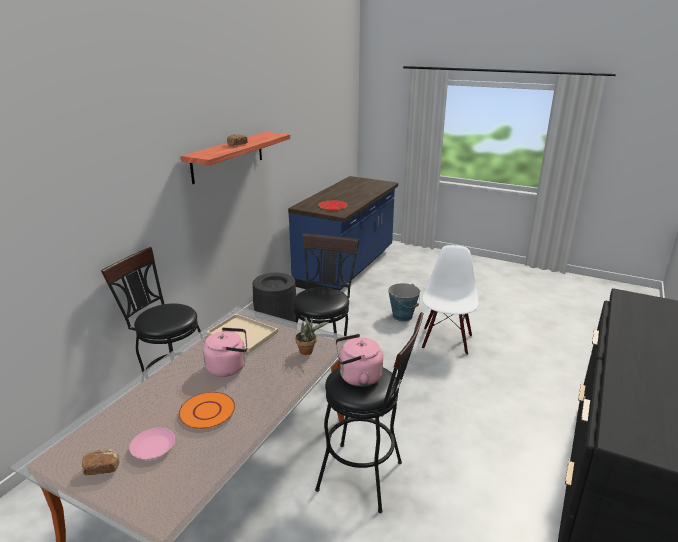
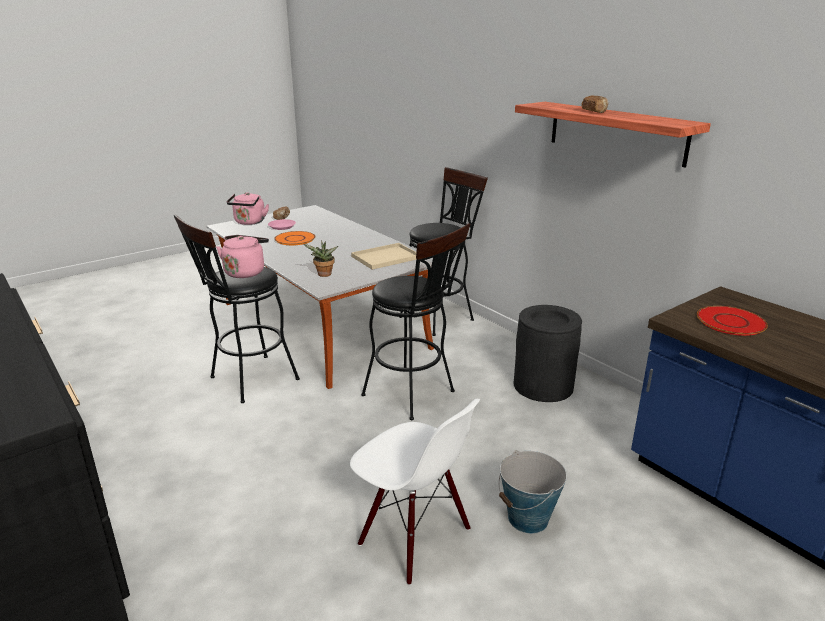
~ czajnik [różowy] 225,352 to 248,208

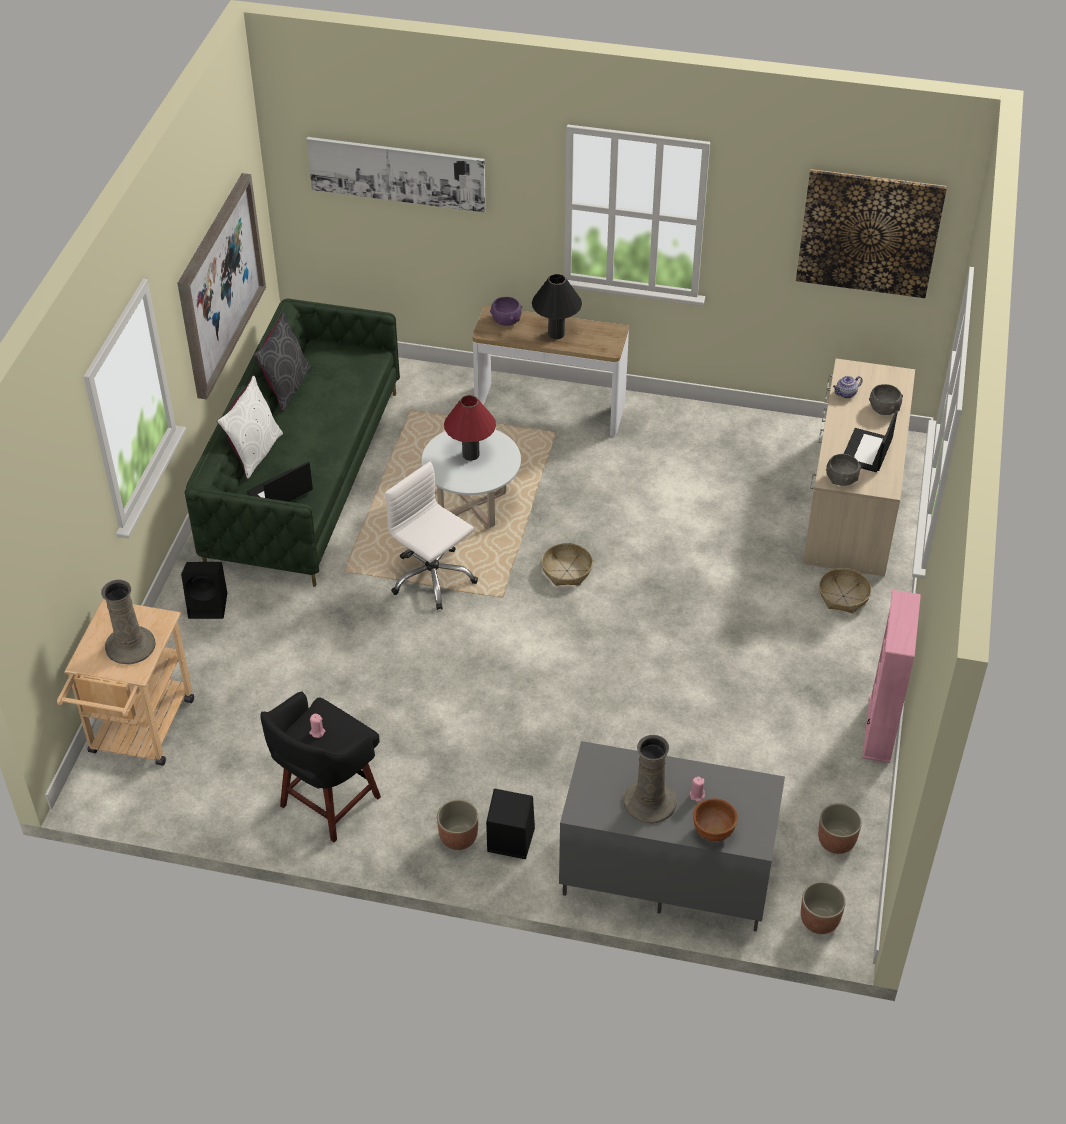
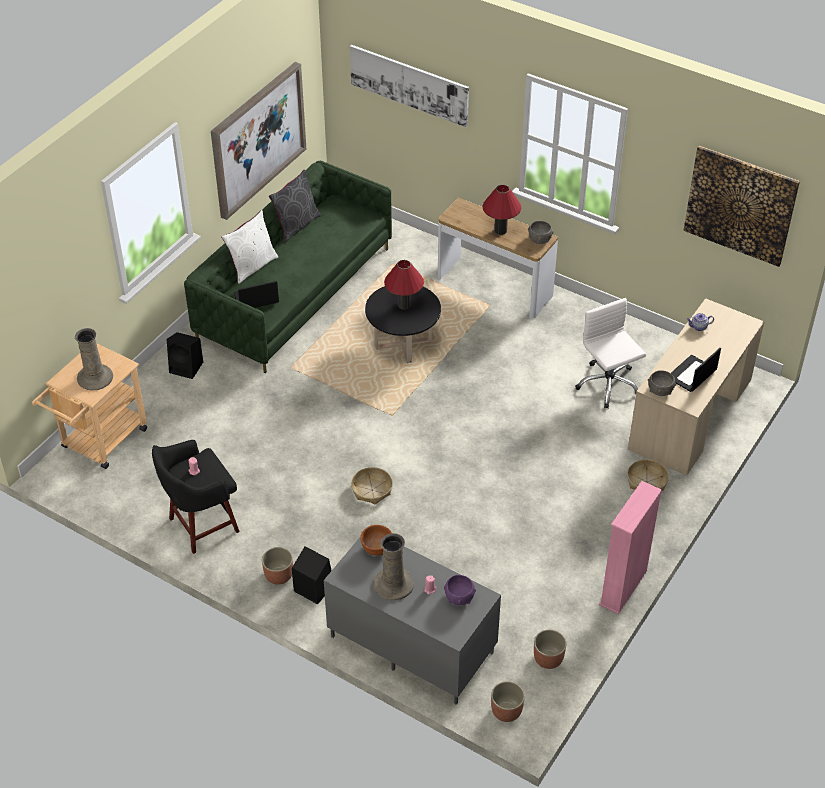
~ krzesło biurowe [biały] 431,535 to 610,353
~ miska [fioletowy] 506,311 to 460,590
~ koszyk 567,564 to 372,485
~ miska [brązowy] 715,819 to 376,540
~ miska [szary] 886,399 to 540,232
~ ława [biały] 471,479 to ława [czarny] 403,324
~ lampa stołowa [czarny] 557,306 to lampa stołowa [czerwony] 502,210

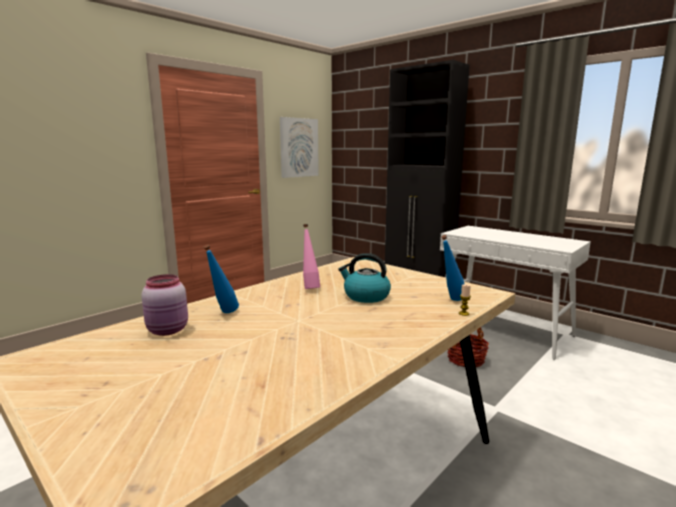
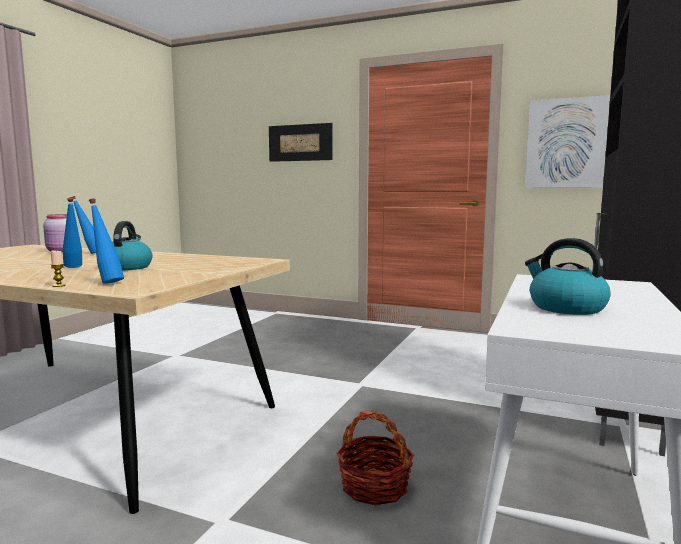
- butelka [różowy] 311,256
+ butelka [niebieski] 72,232
+ obraz 301,142
+ czajnik 568,276

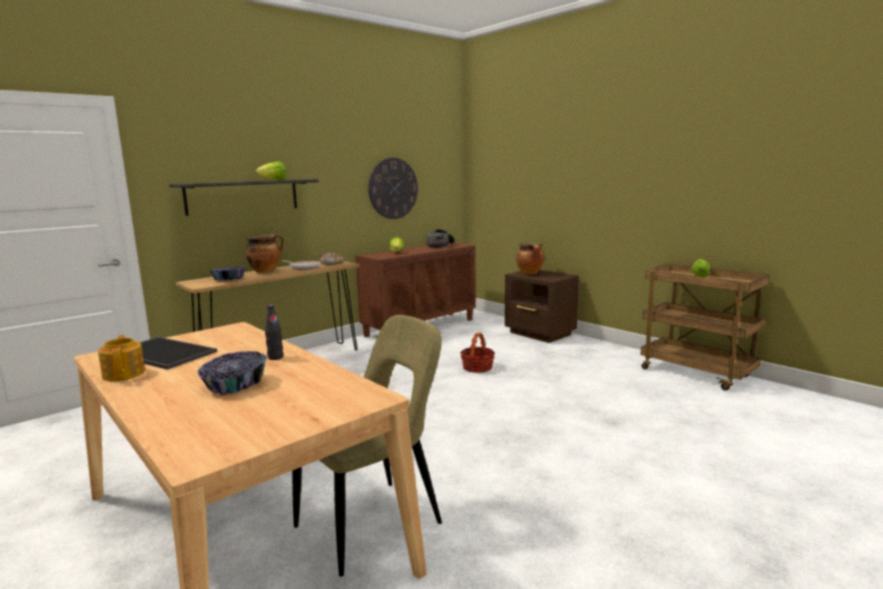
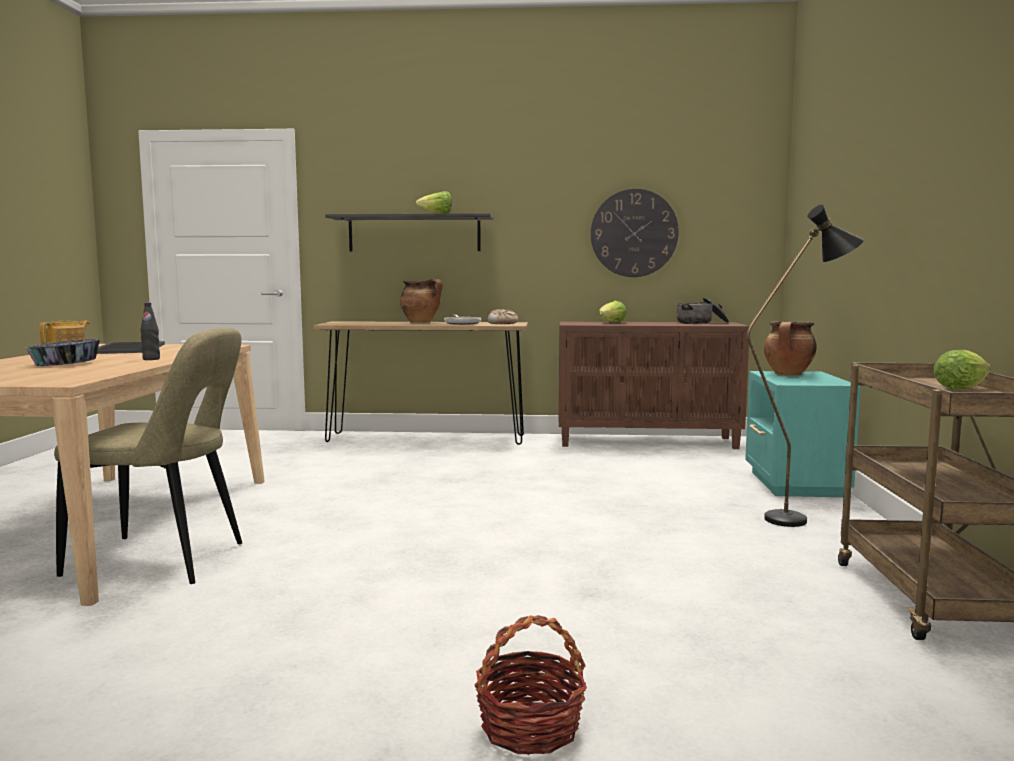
- miska 228,274
+ lampa stojąca [czarny] 805,365
~ koszyk 477,353 to 530,685
~ szafka nocna [brązowy] 542,306 to szafka nocna [turkusowy] 803,434

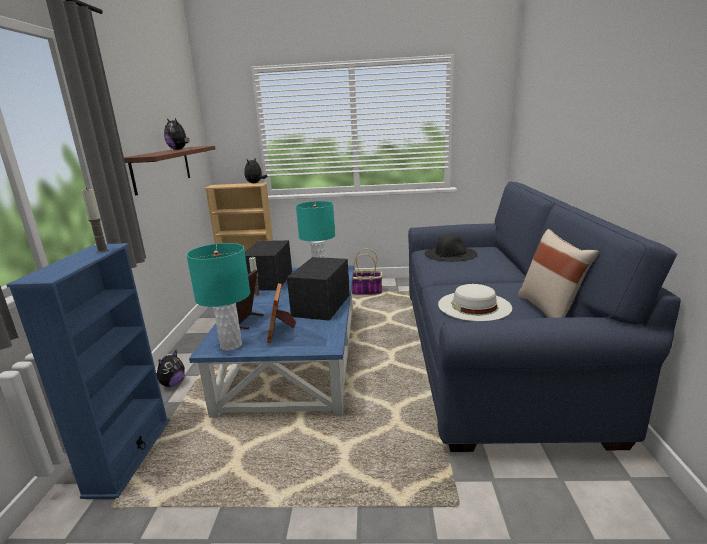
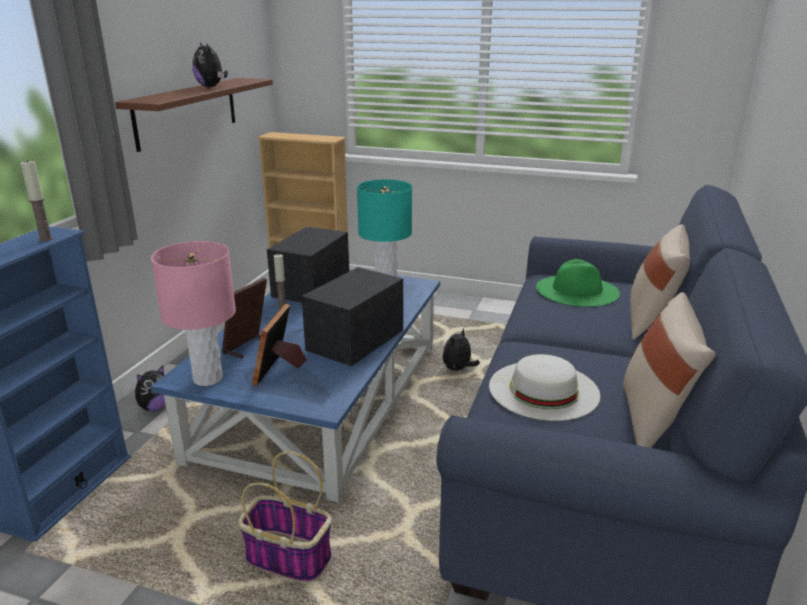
+ poduszka [beżowy] 660,282
~ pluszak 256,170 to 461,349
~ koszyk 367,272 to 285,516
~ lampa stołowa [turkusowy] 218,297 to lampa stołowa [różowy] 193,313
~ kapelusz [czarny] 451,248 to kapelusz [zielony] 578,283

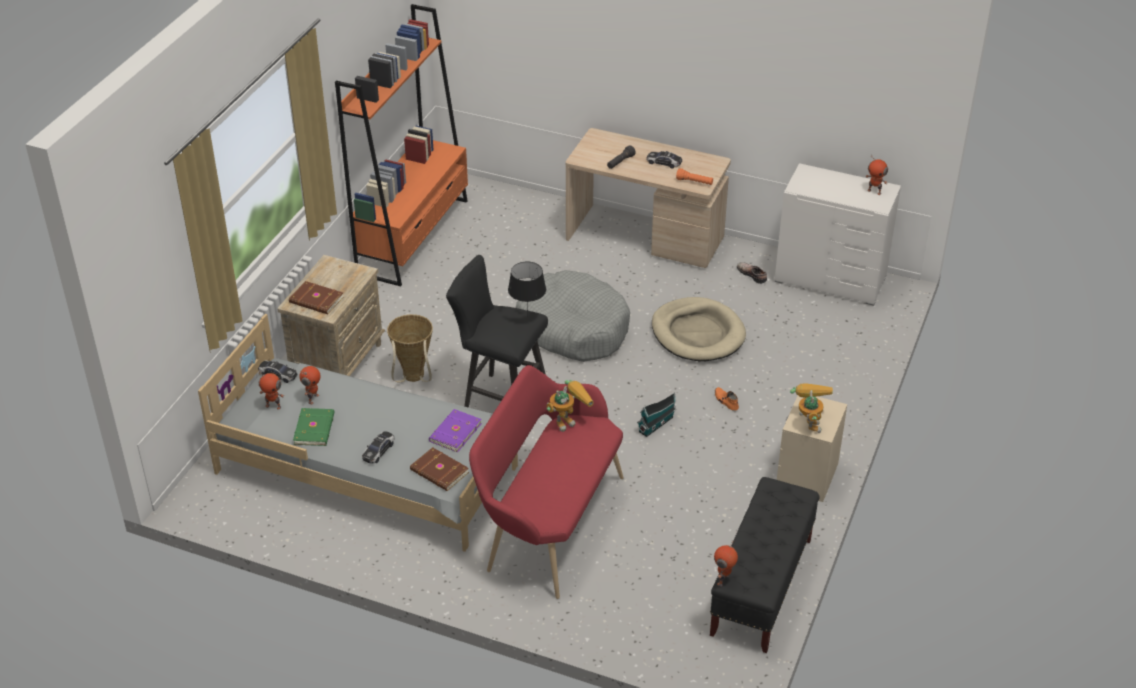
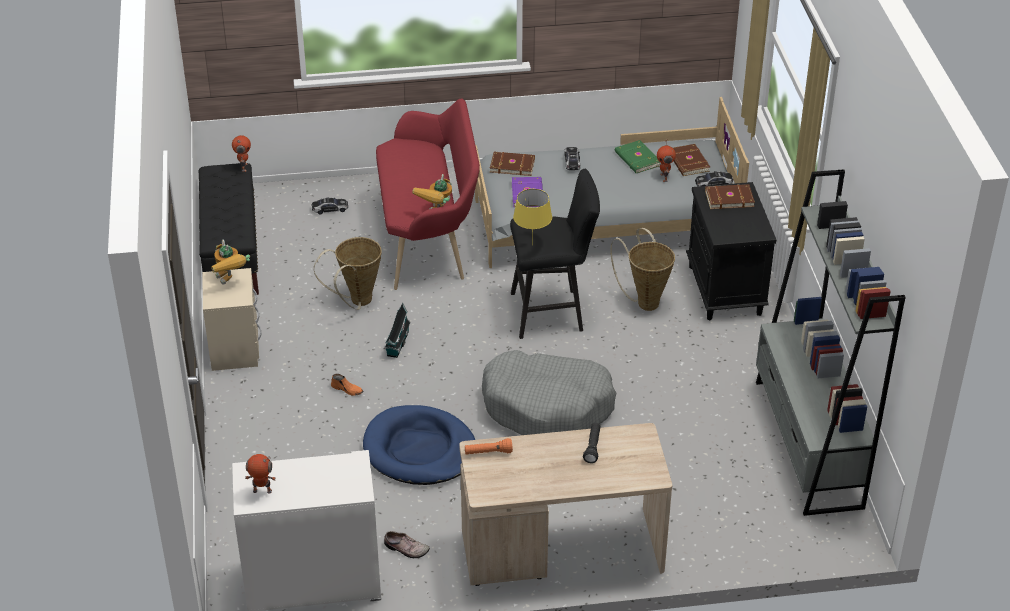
+ koszyk 348,273
~ samochodzik 664,160 to 329,205
~ robot zabawkowy 271,390 to książka [brązowy] 691,160
~ szafka nocna [beżowy] 331,315 to szafka nocna [czarny] 731,251
~ regał [pomarańczowy] 401,145 to regał [szary] 831,342
~ lampa stołowa [czarny] 527,289 to lampa stołowa [żółty] 532,217
~ legowisko [beżowy] 699,329 to legowisko [niebieski] 419,445

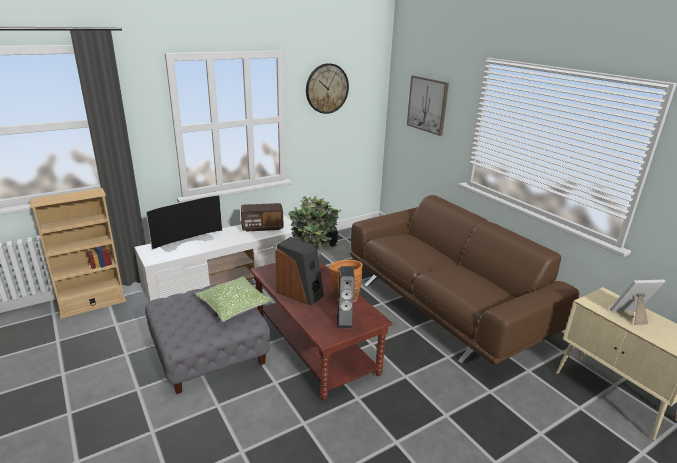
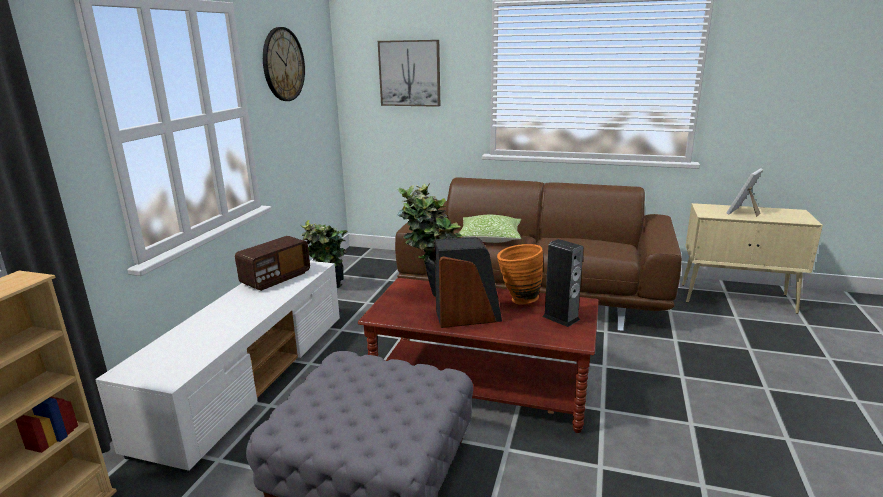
- telewizor 184,223
~ poduszka 234,299 to 490,229

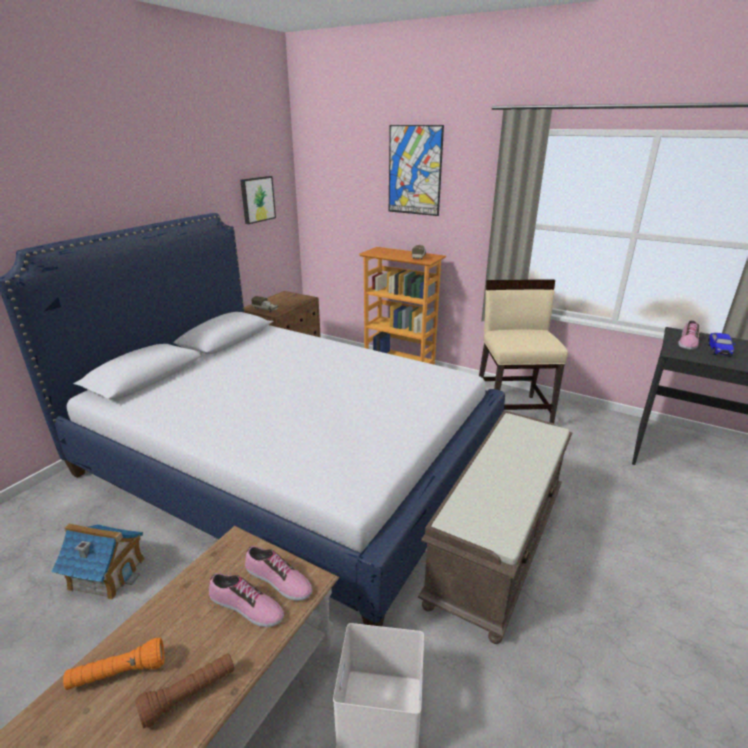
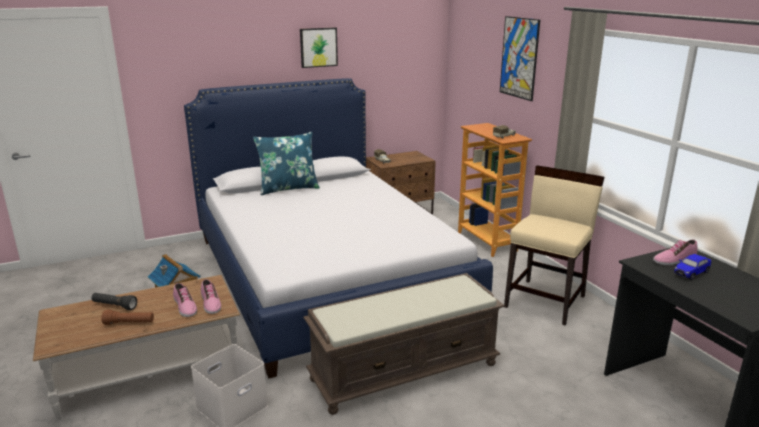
+ poduszka [niebieski] 286,163
~ obraz 258,200 to 319,47
~ latarka [pomarańczowy] 113,664 to latarka [czarny] 114,301

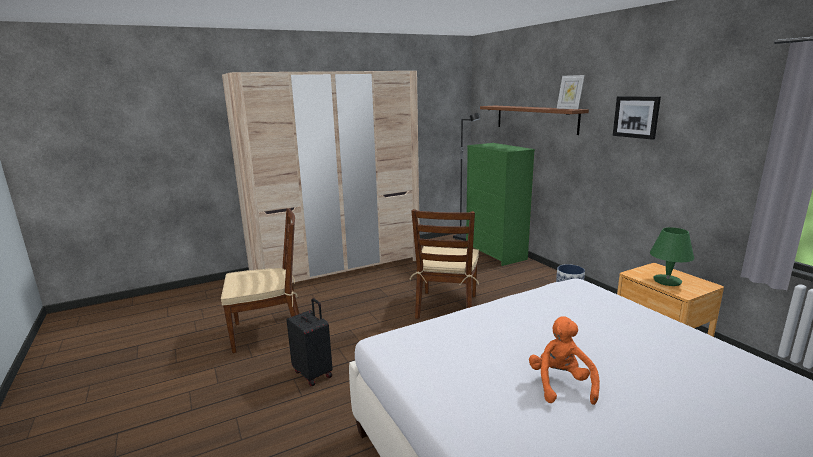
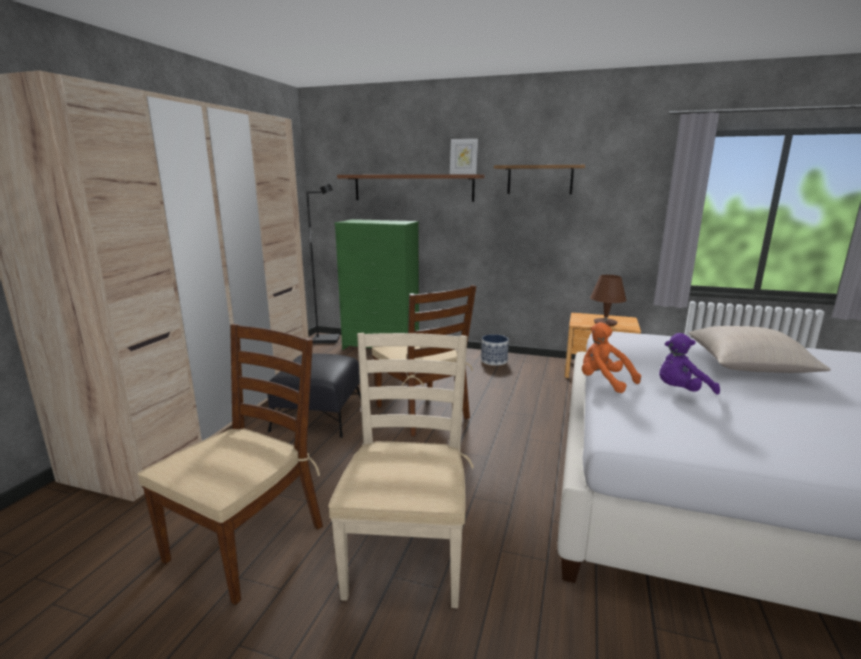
+ pufa [czarny] 314,396
+ pluszak [fioletowy] 689,364
+ poduszka [beżowy] 759,349
~ pluszak [pomarańczowy] 564,360 to 611,357
~ walizka [czarny] 310,342 to krzesło [beżowy] 401,470
~ obraz 637,118 to półka 539,180
~ lampa stołowa [zielony] 672,256 to lampa stołowa [brązowy] 608,300

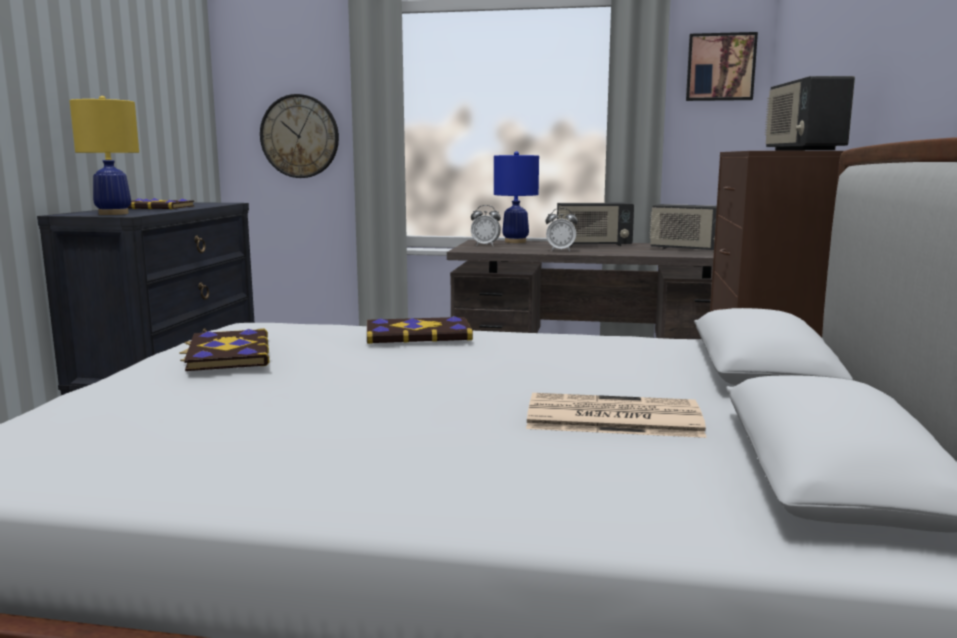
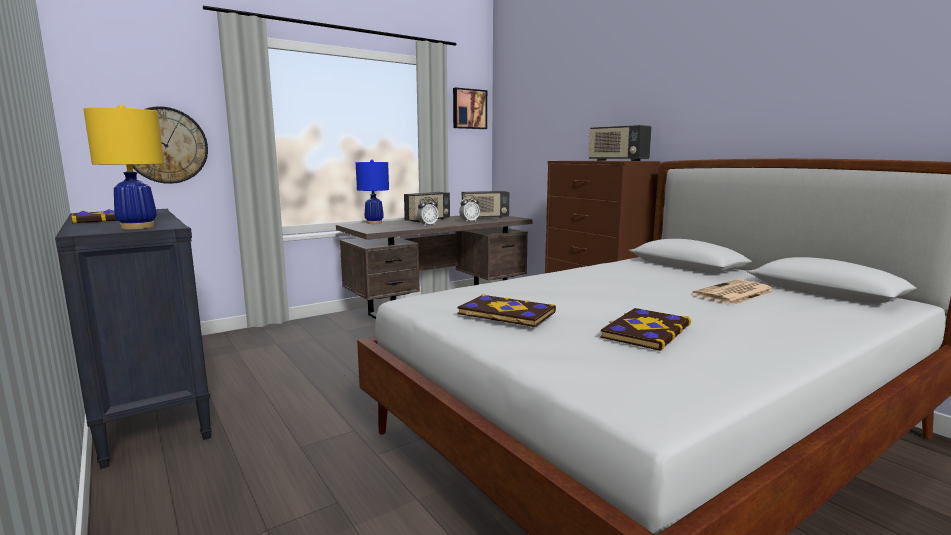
~ książka 420,330 to 645,329
~ budzik 486,225 to 469,208

